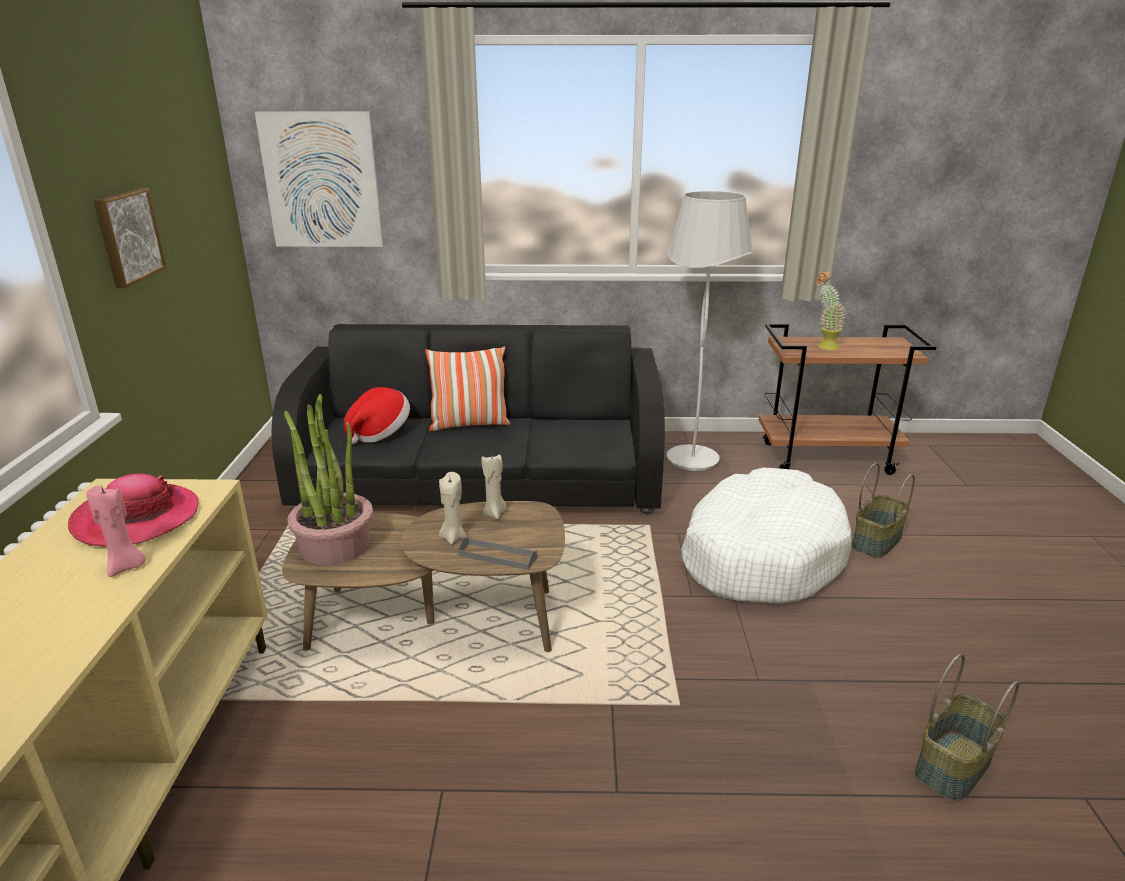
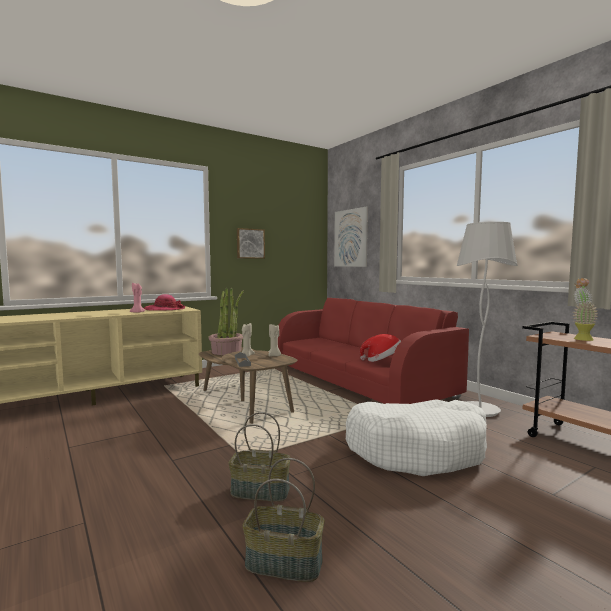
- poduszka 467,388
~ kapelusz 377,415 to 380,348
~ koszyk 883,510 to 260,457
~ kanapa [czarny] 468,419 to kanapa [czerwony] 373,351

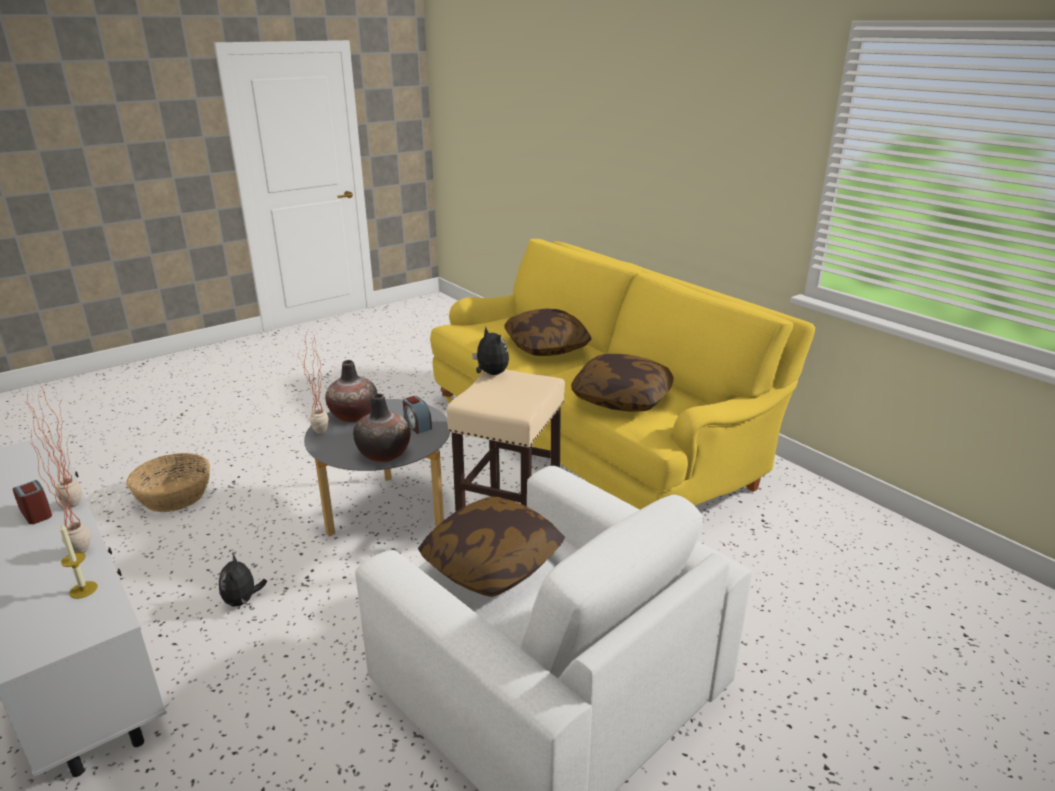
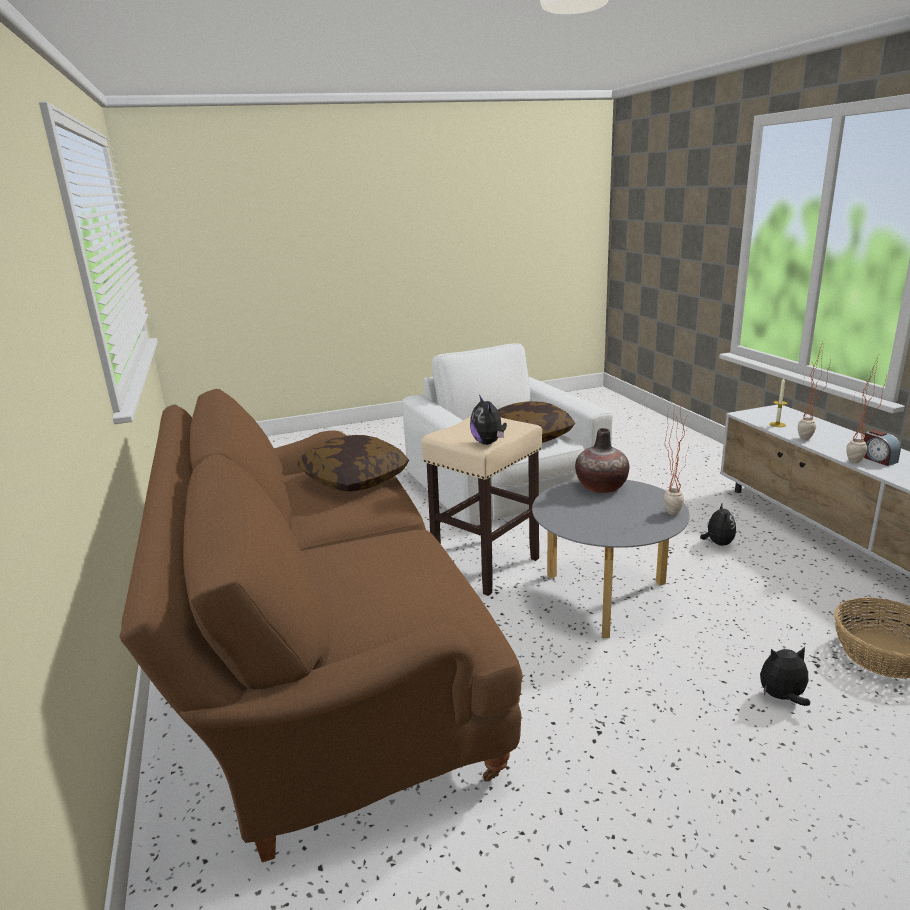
- wazon 351,391
- budzik 417,415
- poduszka 548,332
+ pluszak 785,676
~ kanapa [żółty] 622,374 to kanapa [brązowy] 321,625

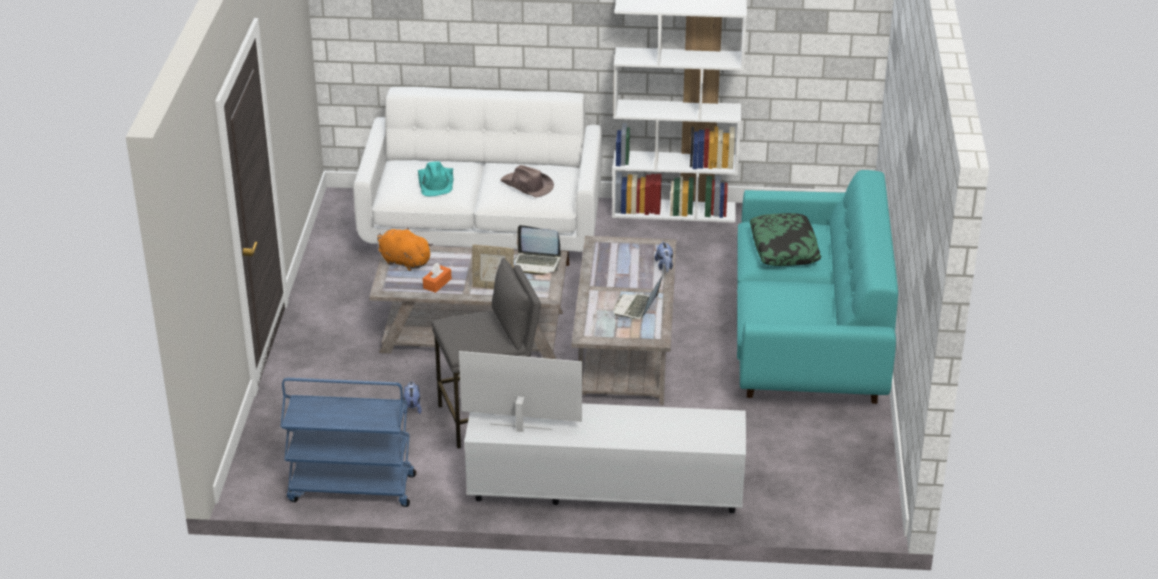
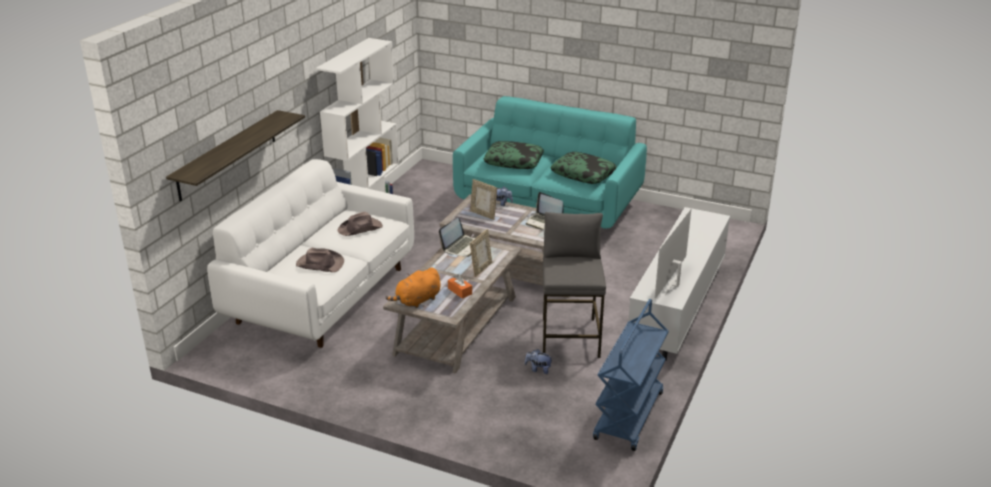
+ półka 235,155
+ ramka na zdjęcie 483,199
+ poduszka 583,168
~ kapelusz [turkusowy] 435,178 to kapelusz [brązowy] 320,260

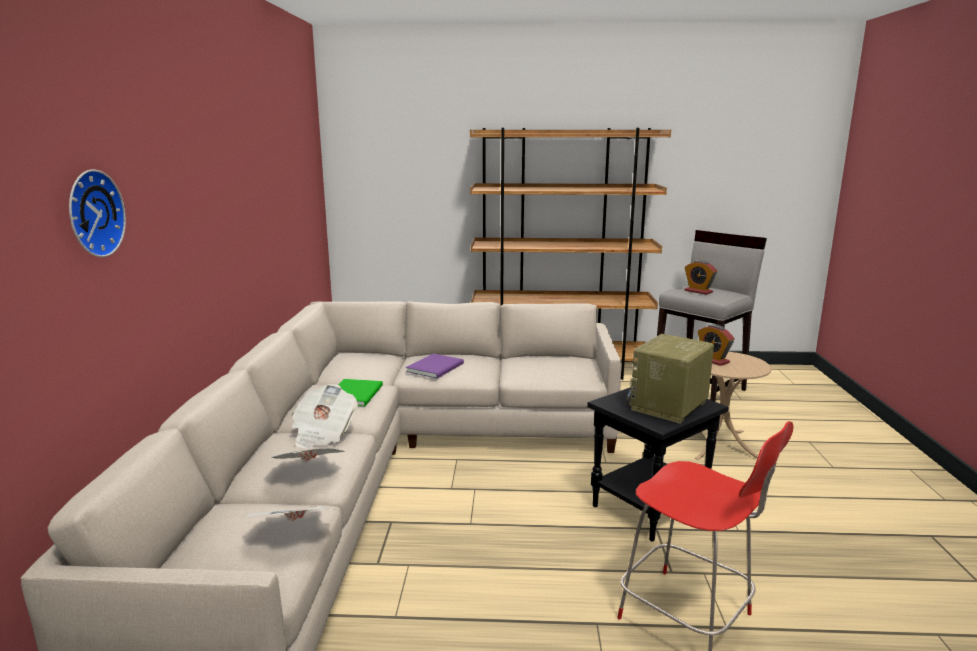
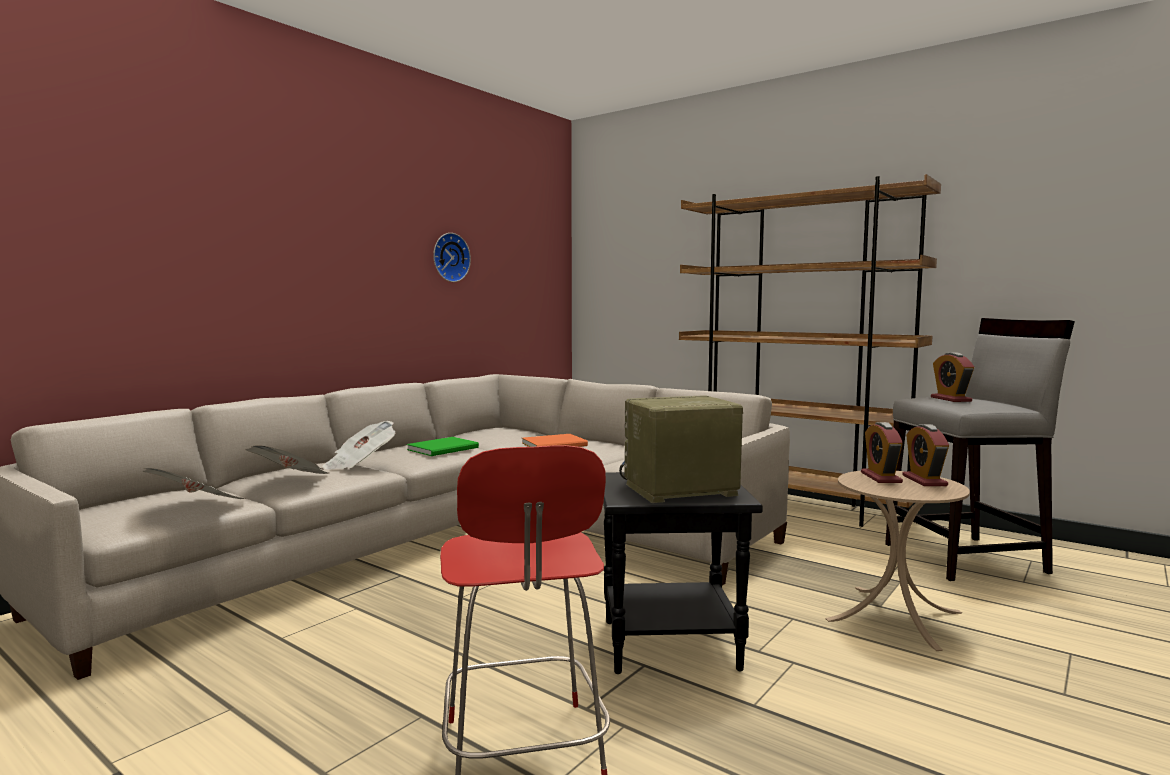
+ budzik 925,455
~ zegar ścienny 97,213 to 452,257
~ książka [fioletowy] 435,366 to książka [pomarańczowy] 555,440

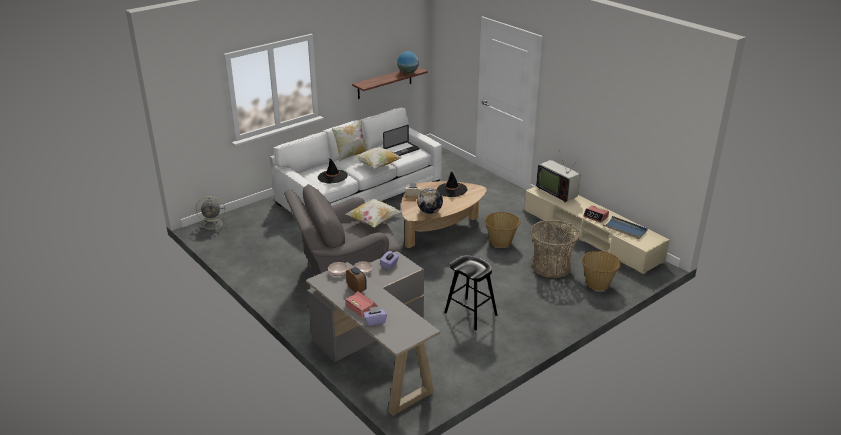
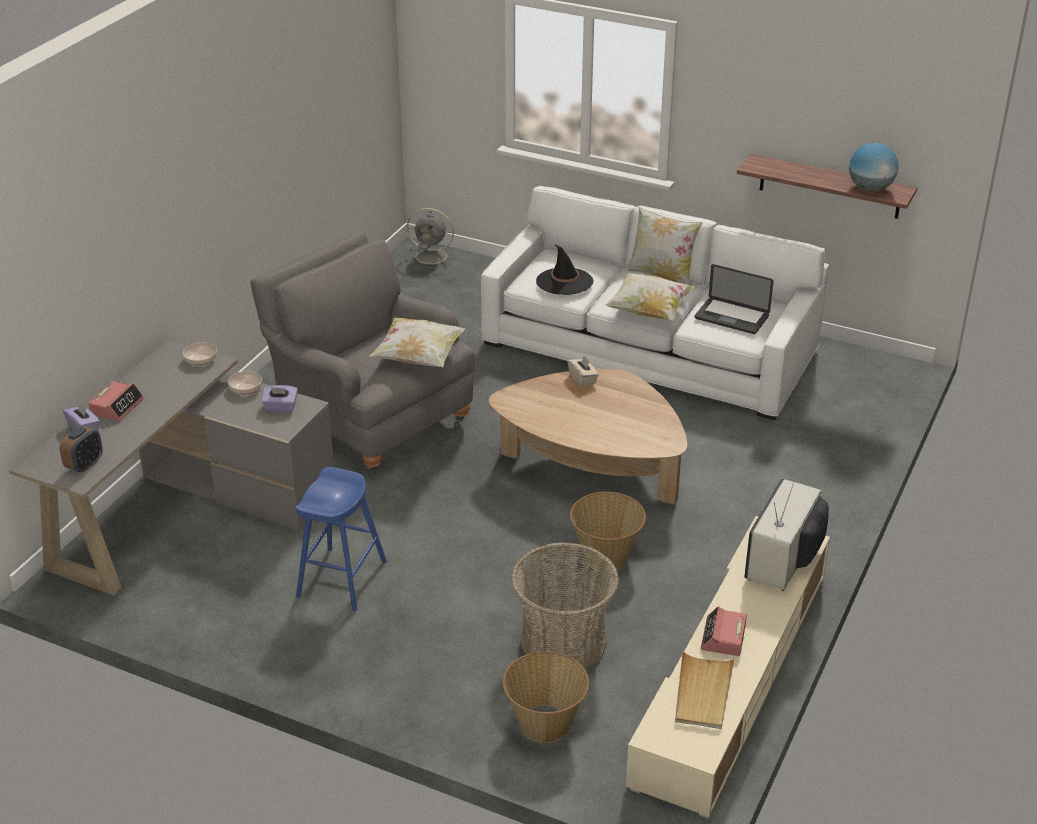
- globus 430,201
- kapelusz [czarny] 452,184
~ budzik 356,280 to 81,449
~ stołek [czarny] 470,292 to stołek [niebieski] 341,539
~ taca [niebieski] 625,227 to taca [beżowy] 705,689
~ wentylator [szary] 212,214 = 431,238 45 degrees counterclockwise

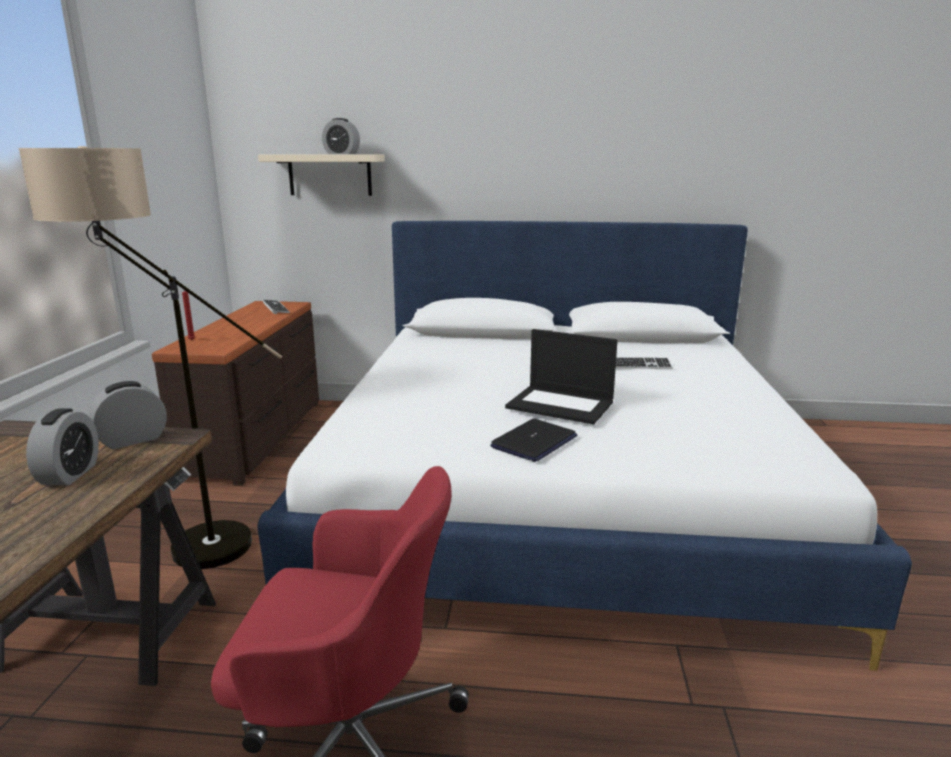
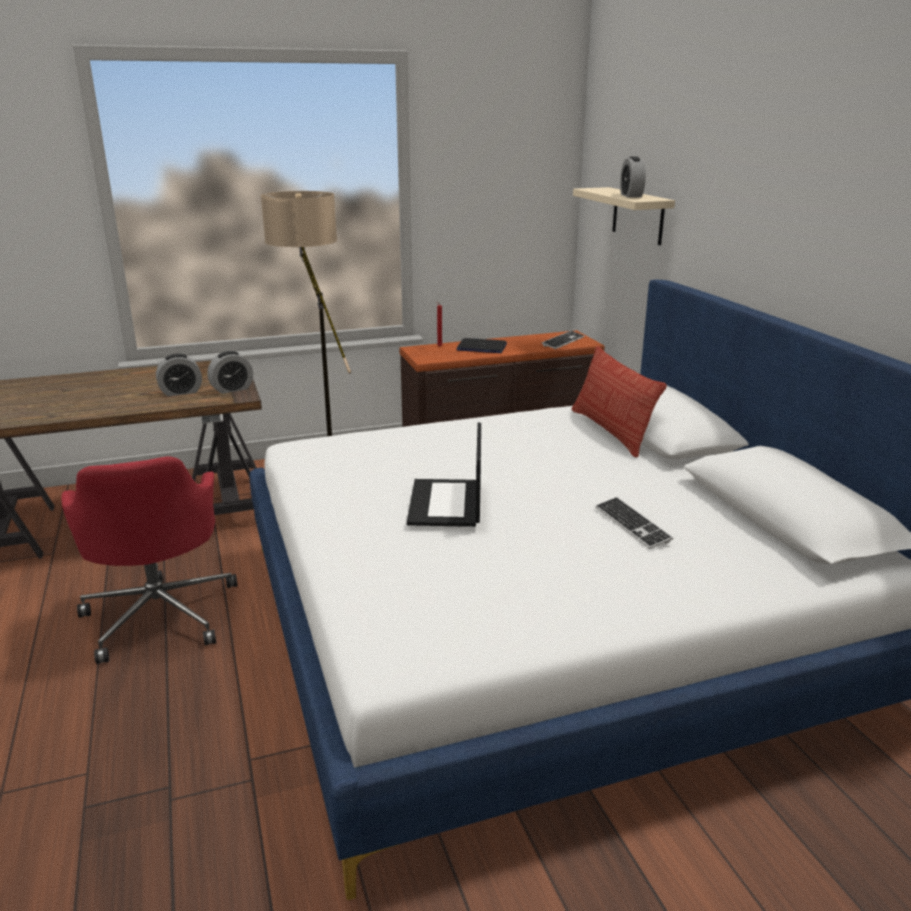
+ poduszka 619,402
~ laptop 534,440 to 482,345
~ budzik 128,415 = 230,372 120 degrees clockwise

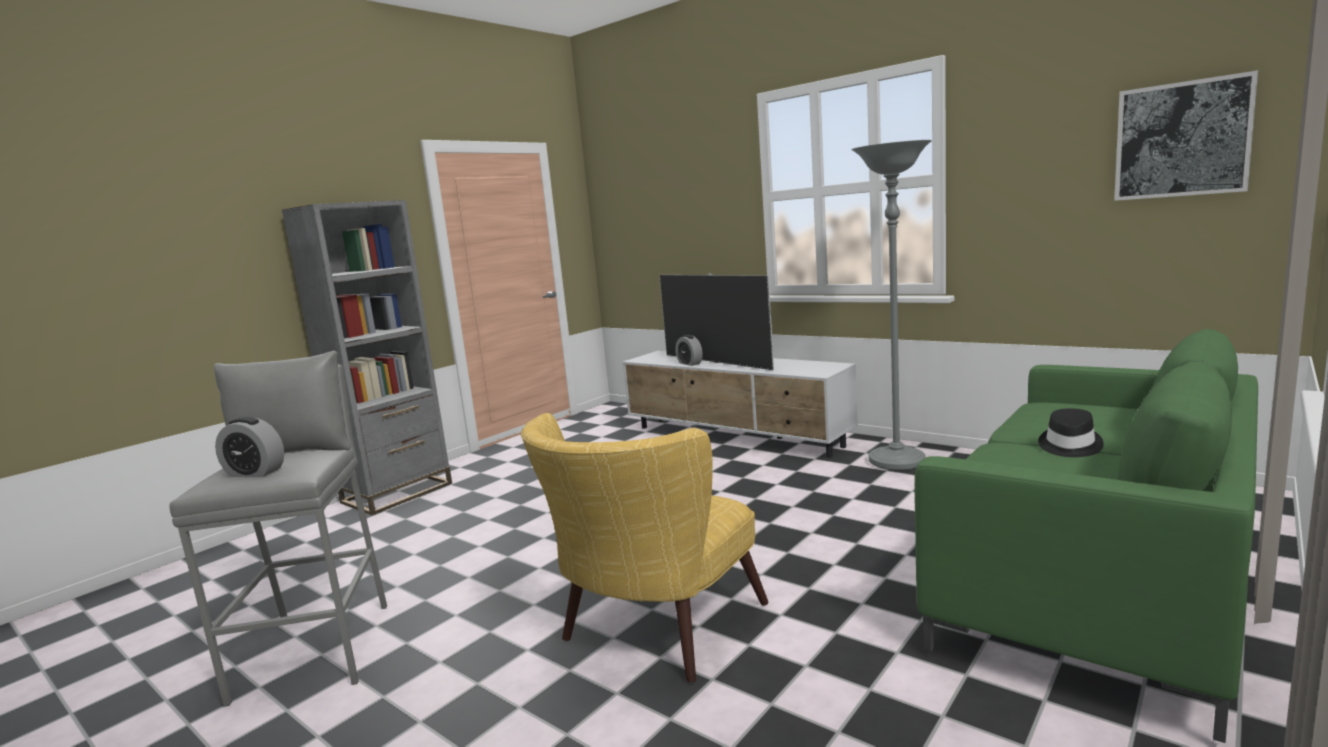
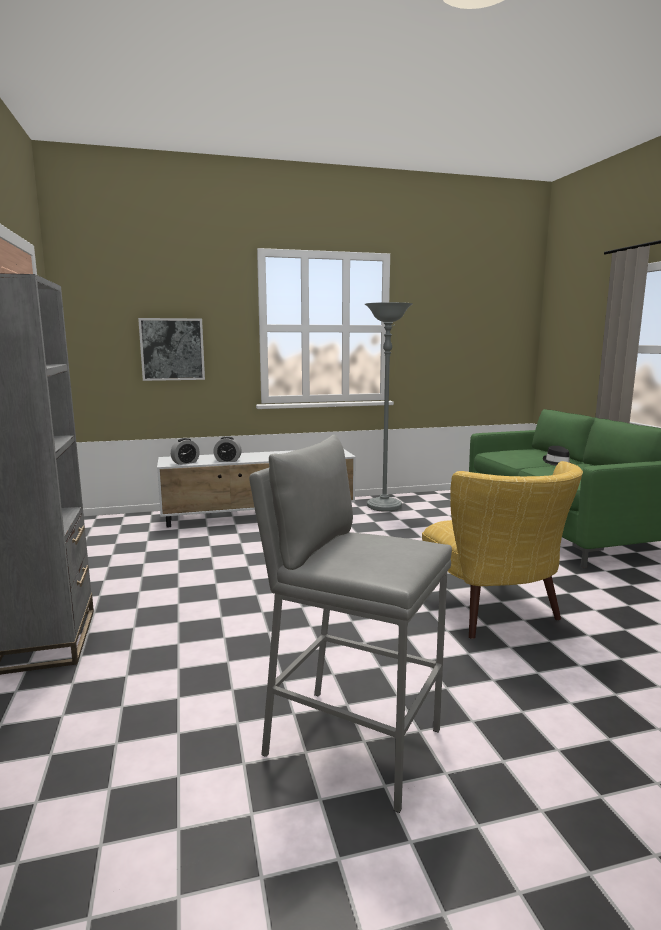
- telewizor 716,321
~ budzik 249,447 to 185,451
~ obraz 1186,135 to 171,349

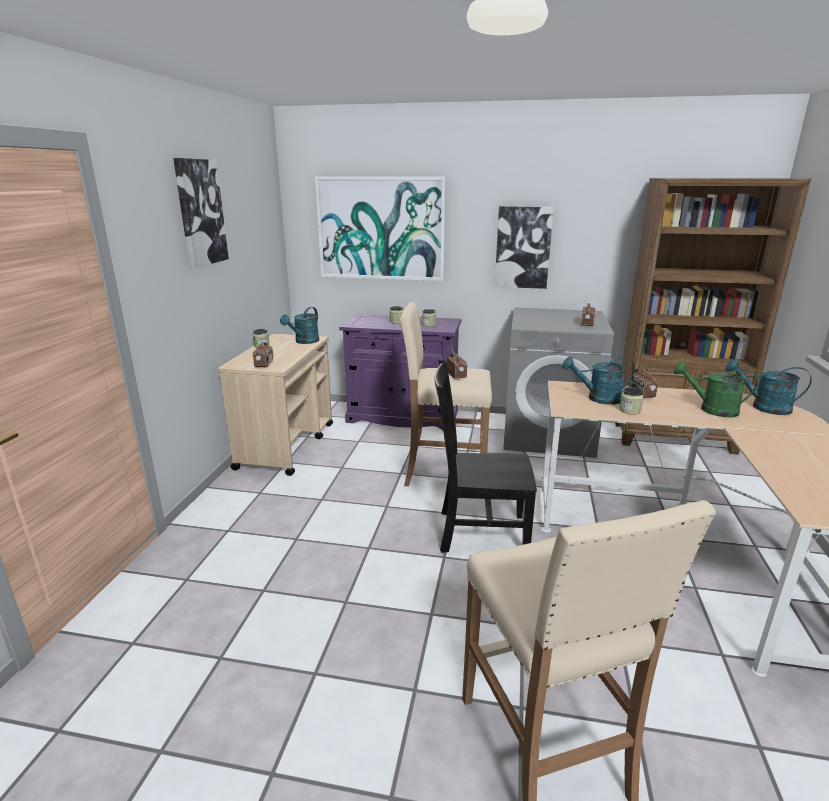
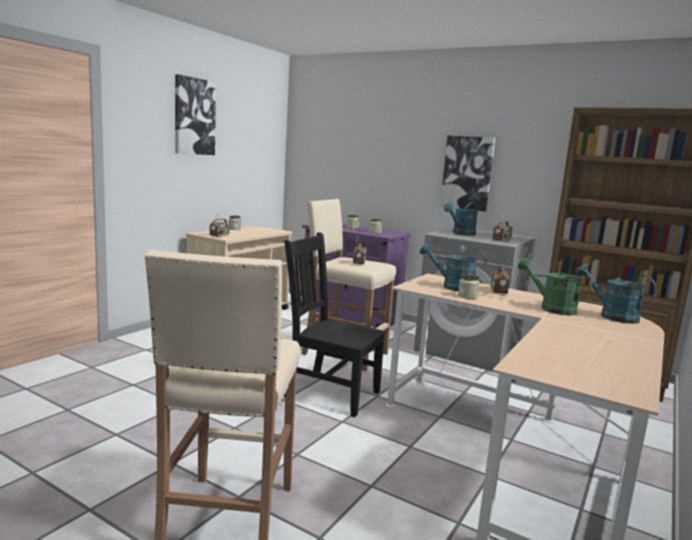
- obraz 380,228
~ konewka [turkusowy] 299,325 to 461,218

